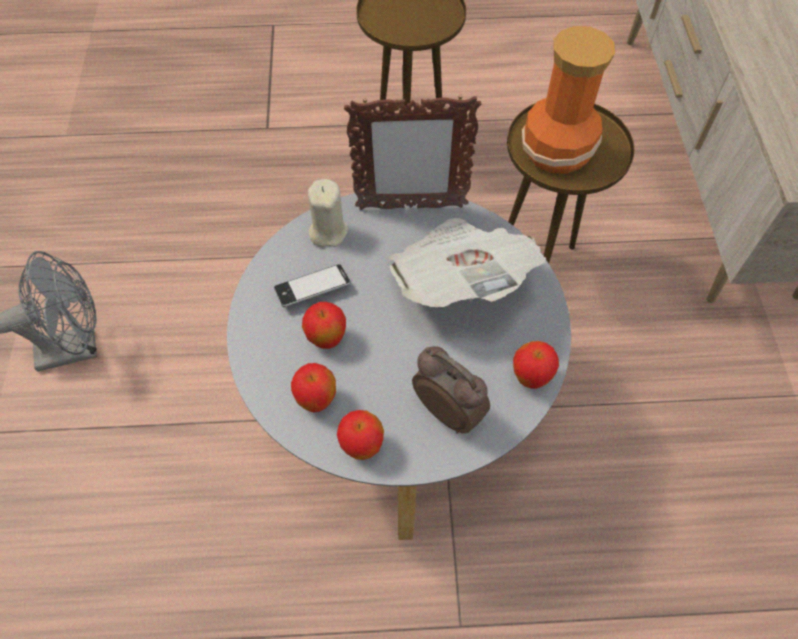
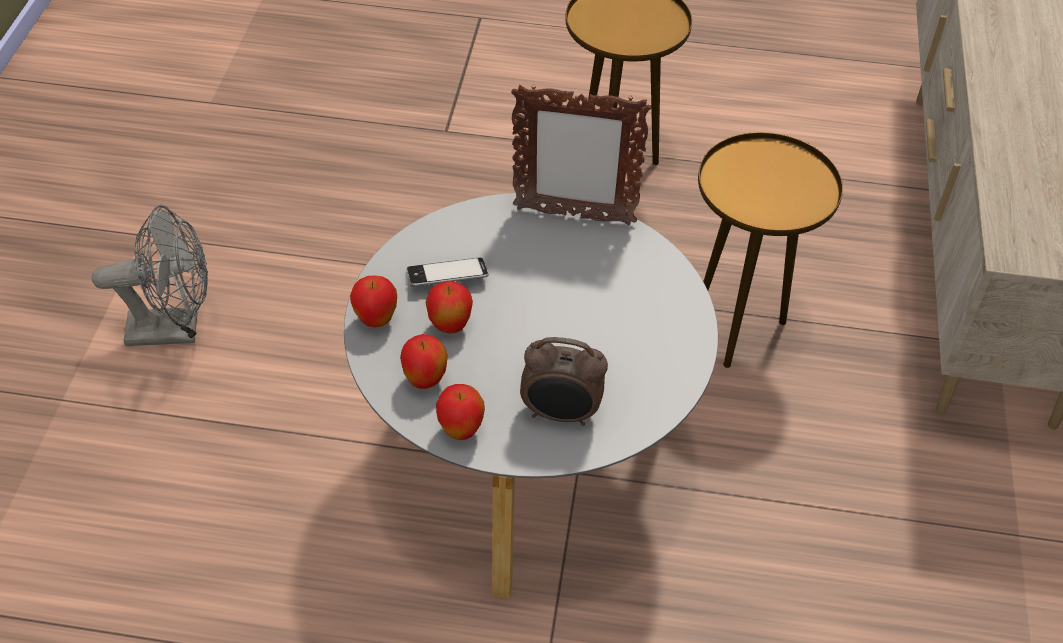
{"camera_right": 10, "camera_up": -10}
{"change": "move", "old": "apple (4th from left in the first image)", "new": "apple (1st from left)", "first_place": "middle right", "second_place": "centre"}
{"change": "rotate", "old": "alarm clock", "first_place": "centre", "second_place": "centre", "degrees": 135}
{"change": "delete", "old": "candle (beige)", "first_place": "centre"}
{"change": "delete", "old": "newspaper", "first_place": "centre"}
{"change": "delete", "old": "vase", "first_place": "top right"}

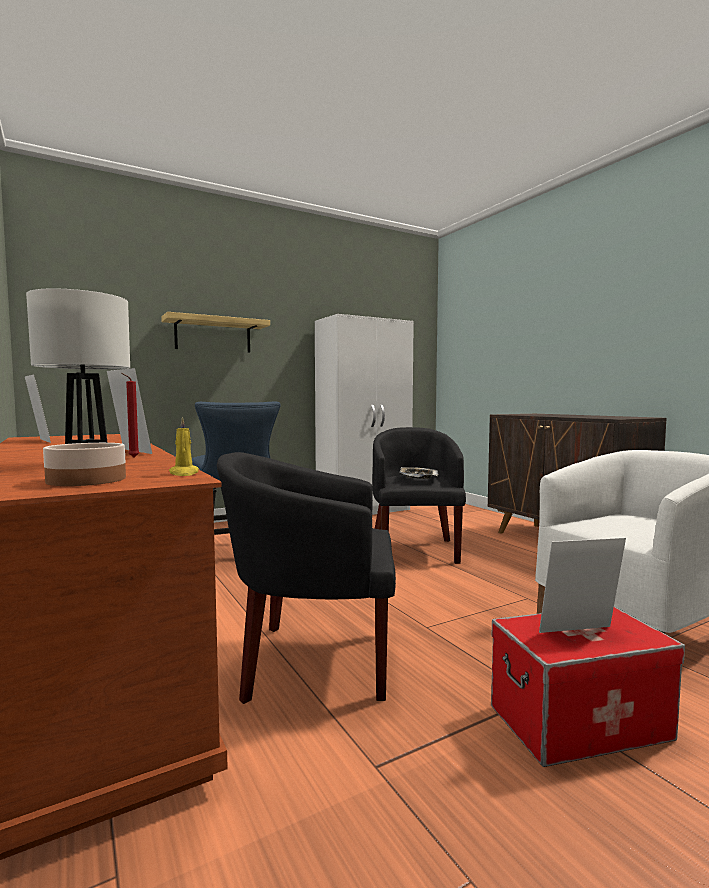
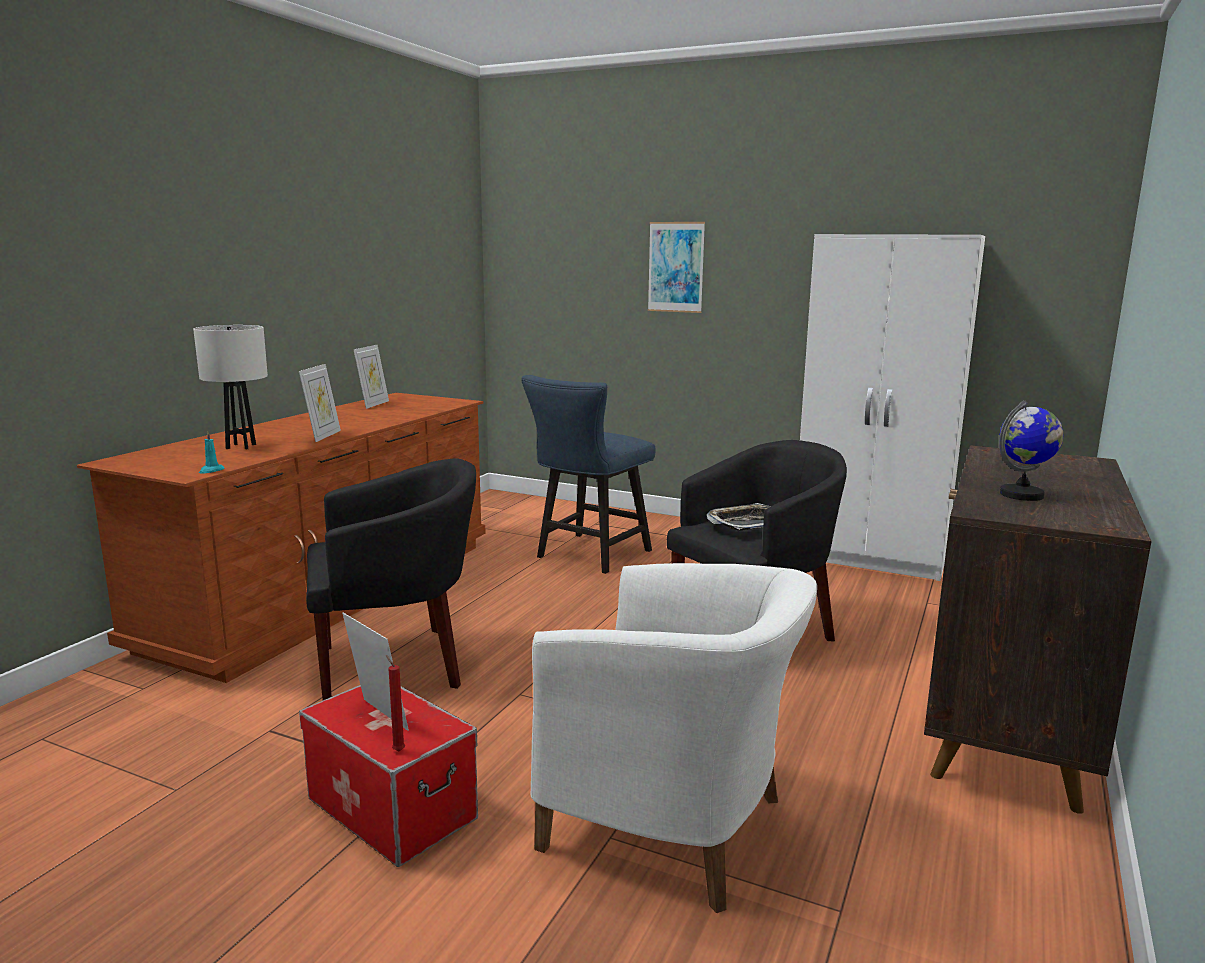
{"camera_right": 55, "camera_up": 10}
{"change": "recolor", "old": "candle (yellow)", "new": "candle (turquoise)", "first_place": "middle left", "second_place": "middle left"}
{"change": "rotate", "old": "armchair (black) (1st from left)", "first_place": "centre", "second_place": "middle left", "degrees": 105}
{"change": "move", "old": "candle (red)", "first_place": "middle left", "second_place": "bottom left"}
{"change": "replace", "old": "shelf", "new": "picture", "first_place": "middle left", "second_place": "top centre"}
{"change": "insert", "new": "globe", "second_place": "middle right"}
{"change": "delete", "old": "bowl", "first_place": "middle left"}

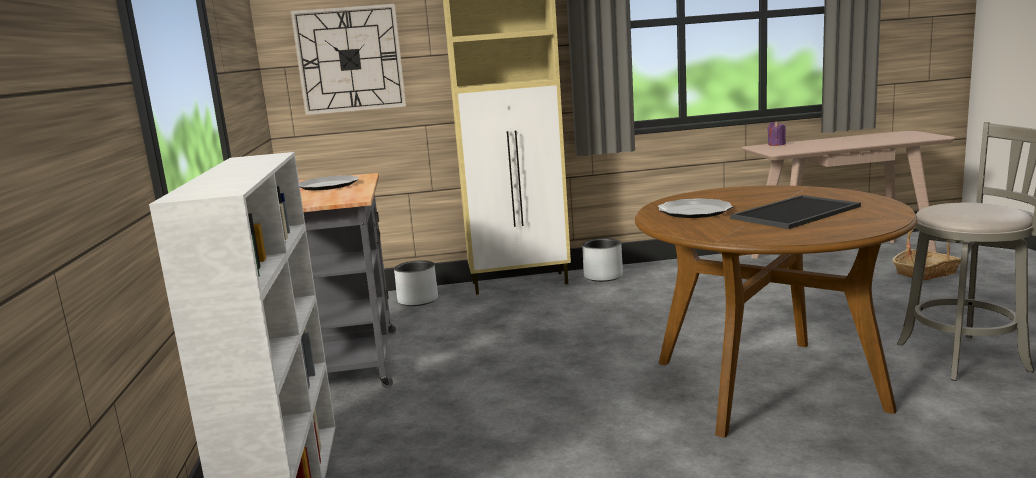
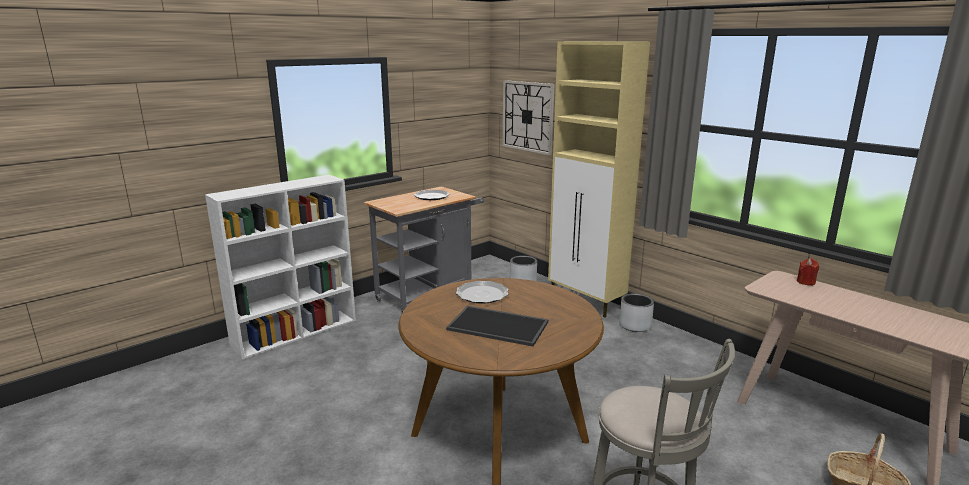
{"camera_right": 55, "camera_up": 5}
{"change": "recolor", "old": "candle (purple)", "new": "candle (red)", "first_place": "top right", "second_place": "middle right"}

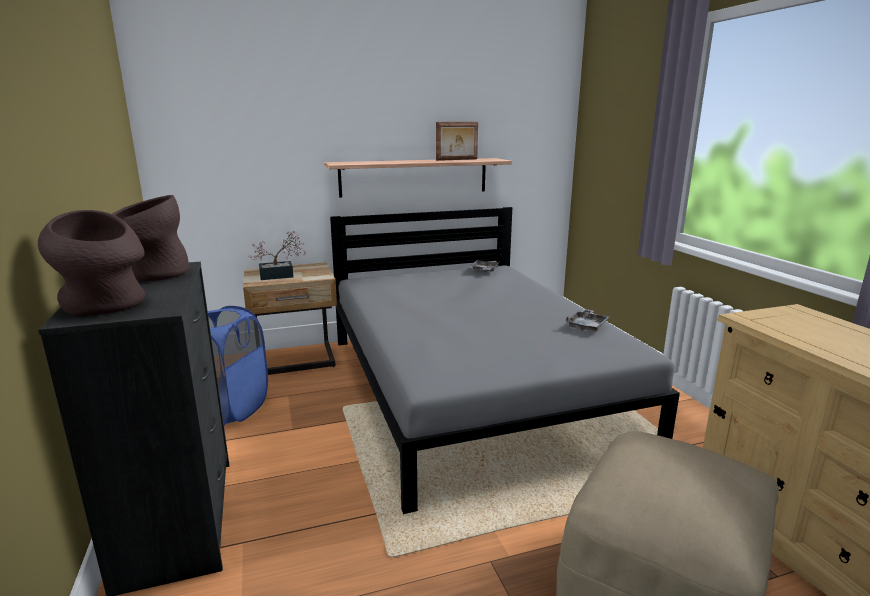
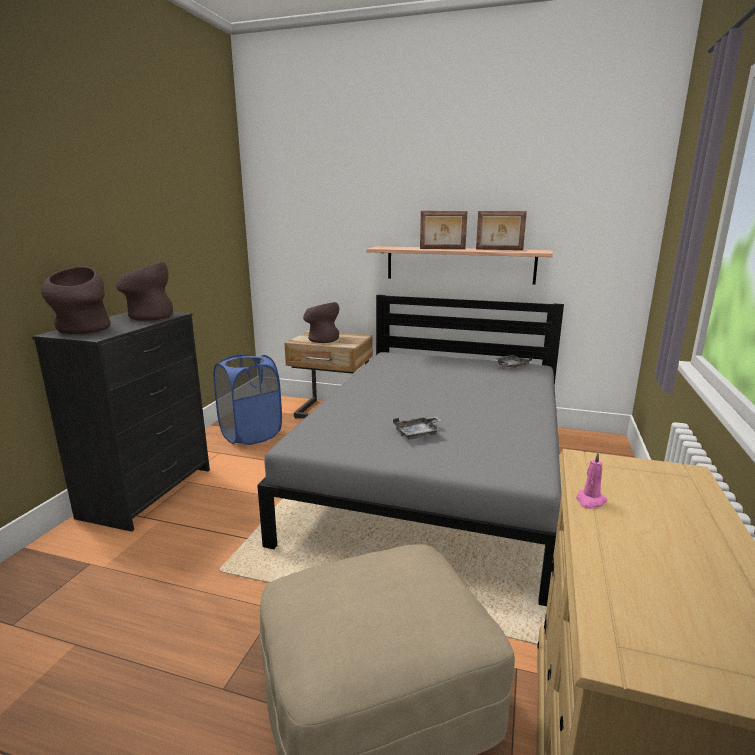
{"camera_right": 35, "camera_up": 0}
{"change": "replace", "old": "potted plant", "new": "vase (brown) (3rd from left)", "first_place": "middle left", "second_place": "centre"}
{"change": "move", "old": "tray (grey) (2nd from left in the first image)", "new": "tray (grey) (1st from left)", "first_place": "middle right", "second_place": "centre"}
{"change": "insert", "new": "picture frame (1st from left)", "second_place": "top centre"}
{"change": "insert", "new": "candle (pink)", "second_place": "middle right"}

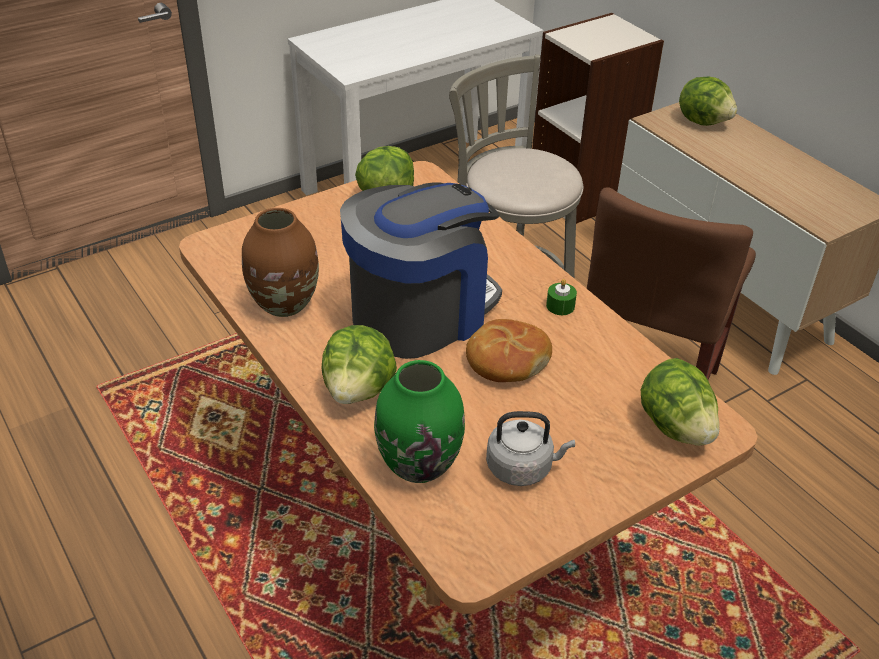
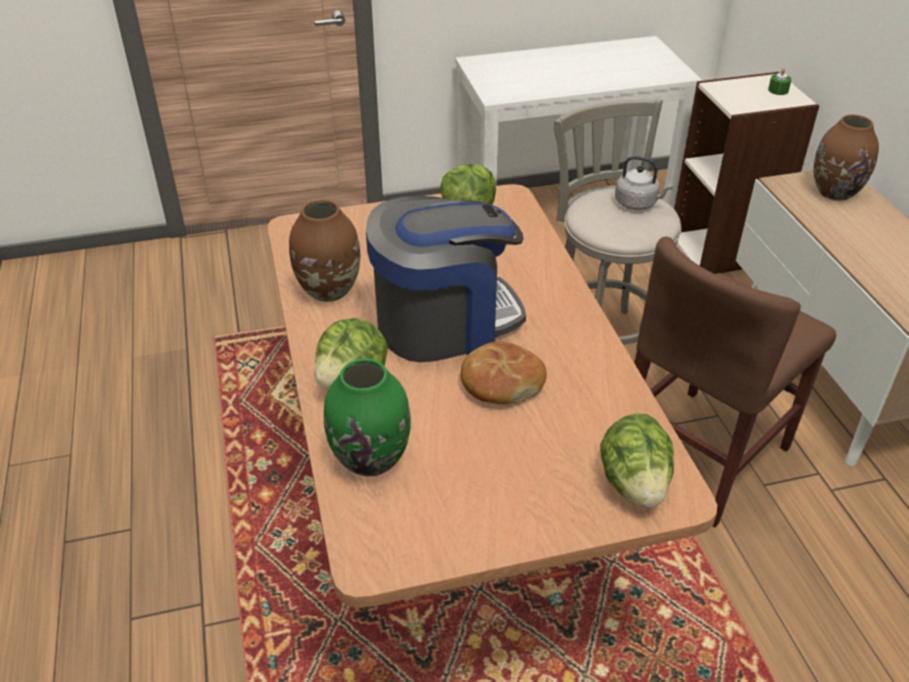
{"camera_right": 20, "camera_up": 0}
{"change": "move", "old": "kettle (grey)", "first_place": "bottom centre", "second_place": "top right"}
{"change": "move", "old": "candle (green)", "first_place": "centre", "second_place": "top right"}
{"change": "replace", "old": "lettuce (4th from left)", "new": "vase (brown) (2nd from left)", "first_place": "top right", "second_place": "top right"}

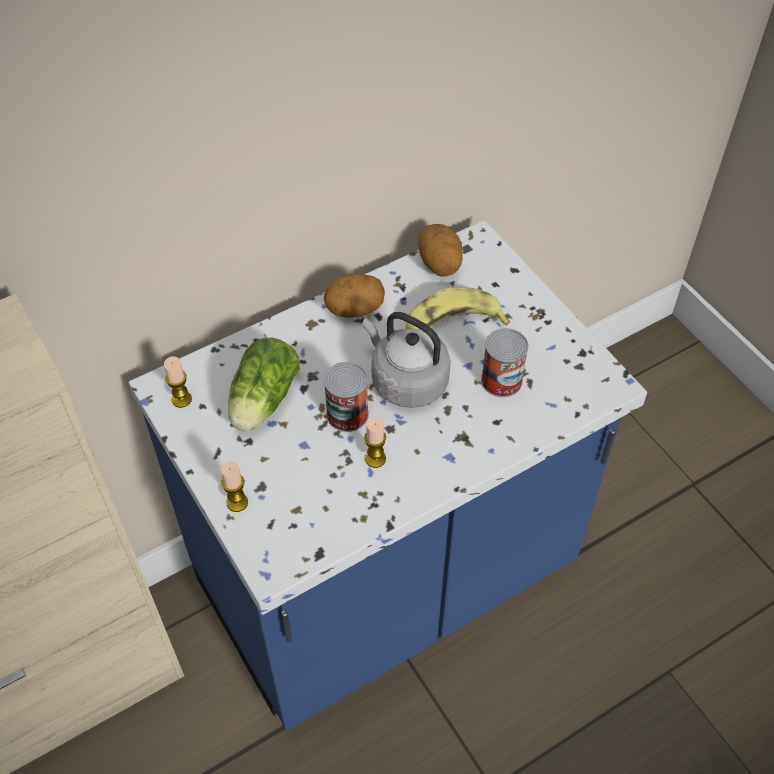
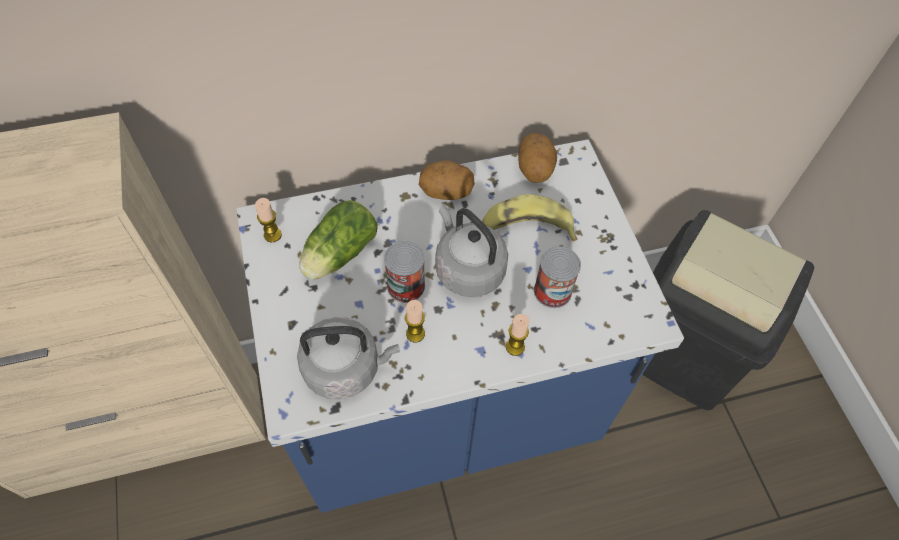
{"camera_right": 15, "camera_up": 5}
{"change": "insert", "new": "kettle (grey) (1st from left)", "second_place": "centre"}
{"change": "move", "old": "candle (2nd from left in the first image)", "new": "candle (3rd from left)", "first_place": "middle left", "second_place": "centre"}
{"change": "insert", "new": "trash can (black)", "second_place": "middle right"}

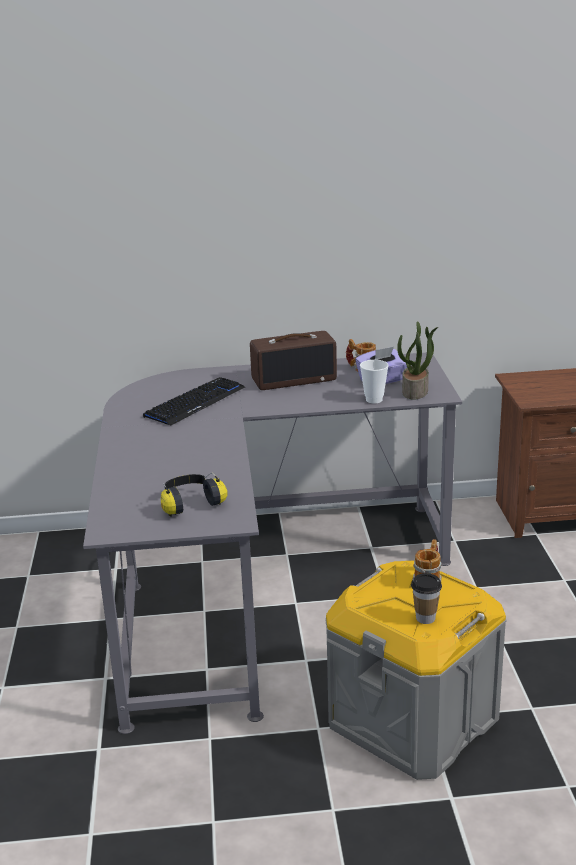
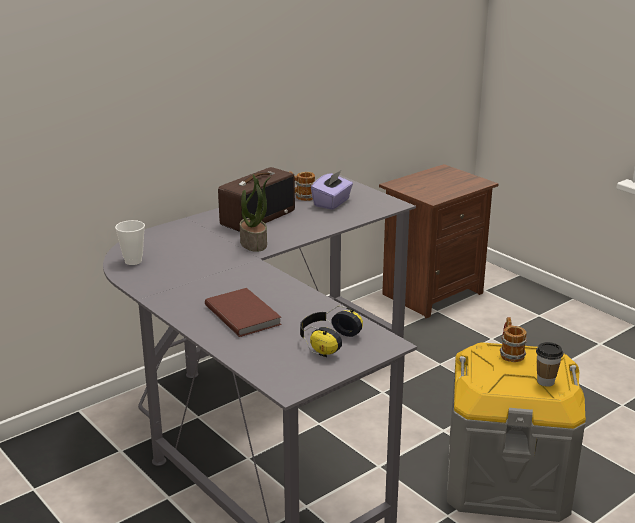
{"camera_right": -35, "camera_up": 0}
{"change": "move", "old": "cup (1st from left)", "first_place": "centre", "second_place": "middle left"}
{"change": "insert", "new": "book (brown)", "second_place": "centre"}
{"change": "move", "old": "potted plant", "first_place": "middle right", "second_place": "centre"}
{"change": "delete", "old": "keyboard", "first_place": "centre"}

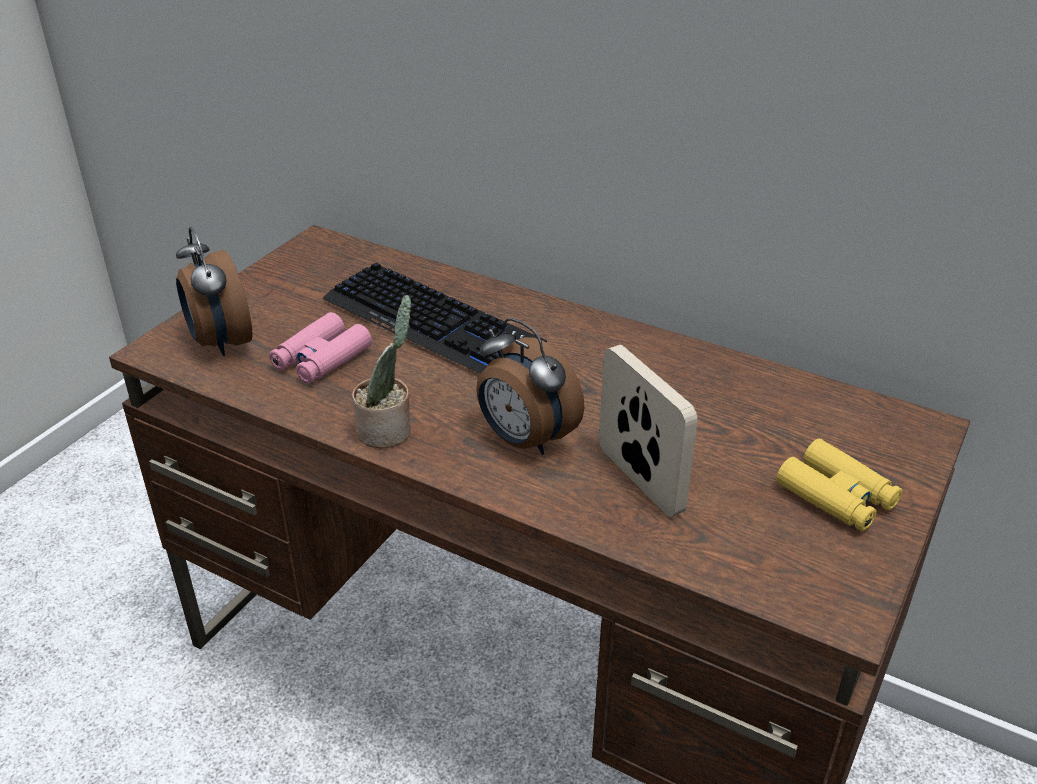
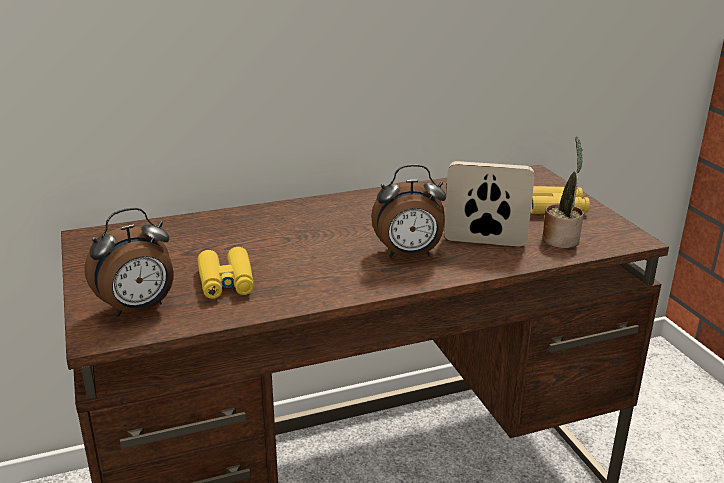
{"camera_right": -50, "camera_up": -10}
{"change": "rotate", "old": "alarm clock (1st from left)", "first_place": "middle left", "second_place": "middle left", "degrees": -45}
{"change": "recolor", "old": "binoculars (pink)", "new": "binoculars (yellow) (1st from left)", "first_place": "middle left", "second_place": "middle left"}
{"change": "move", "old": "potted plant", "first_place": "centre", "second_place": "middle right"}
{"change": "delete", "old": "keyboard", "first_place": "centre"}

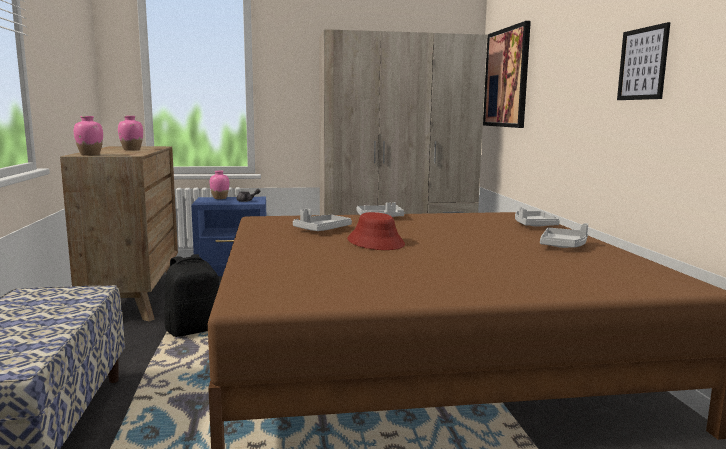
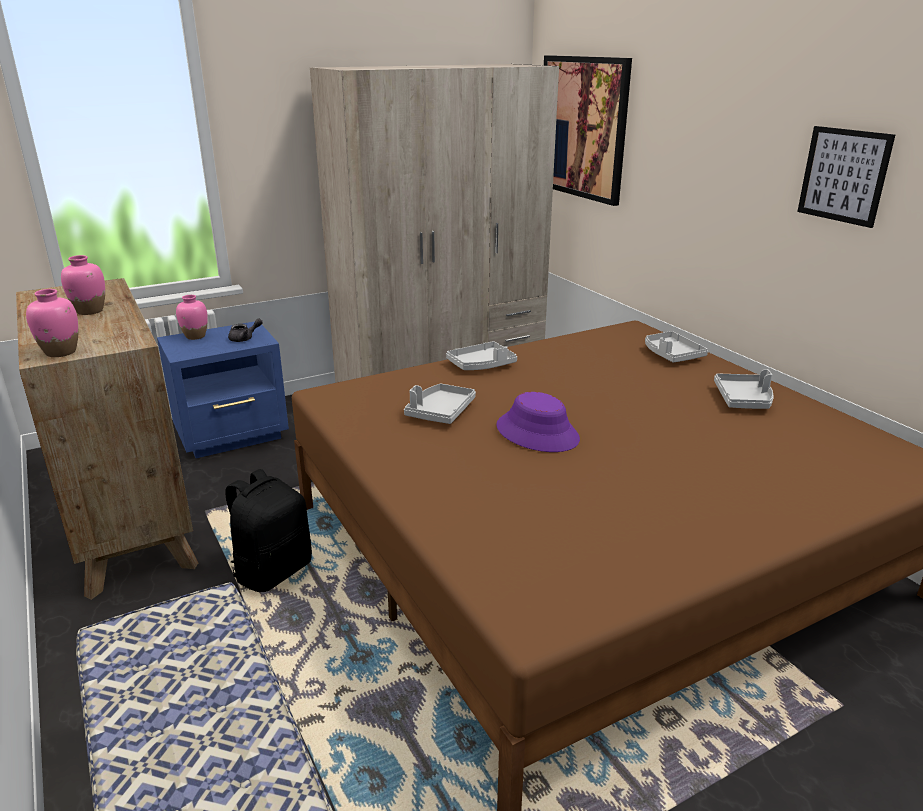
{"camera_right": -20, "camera_up": 15}
{"change": "recolor", "old": "hat (red)", "new": "hat (purple)", "first_place": "centre", "second_place": "centre"}

